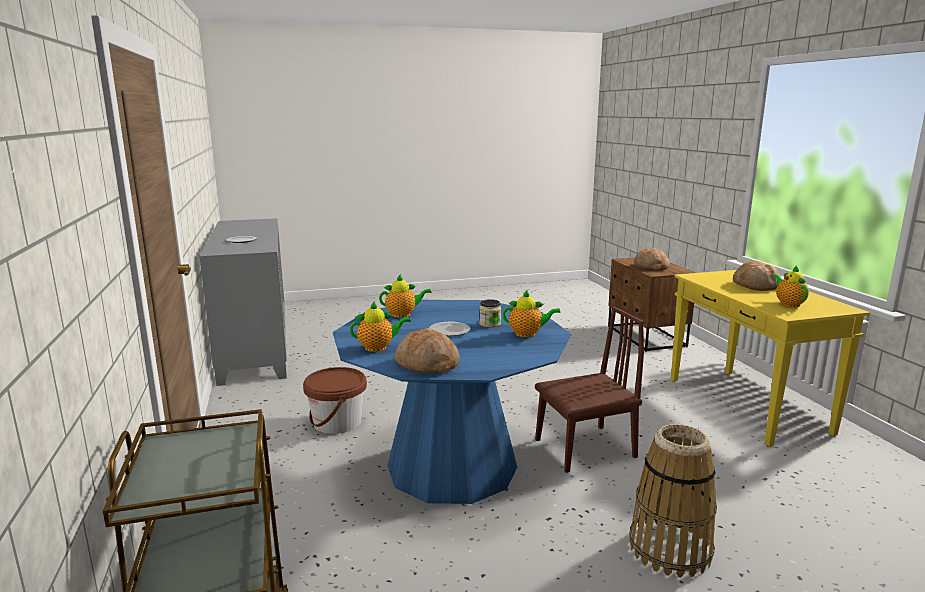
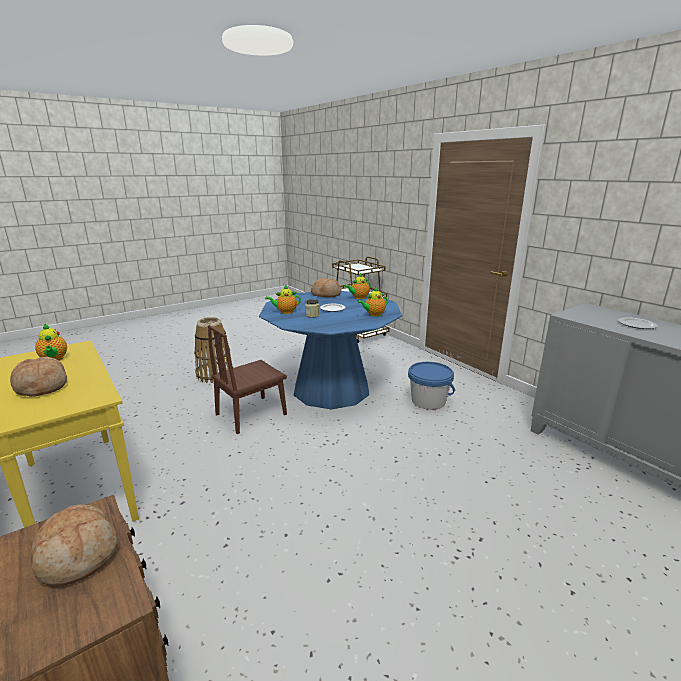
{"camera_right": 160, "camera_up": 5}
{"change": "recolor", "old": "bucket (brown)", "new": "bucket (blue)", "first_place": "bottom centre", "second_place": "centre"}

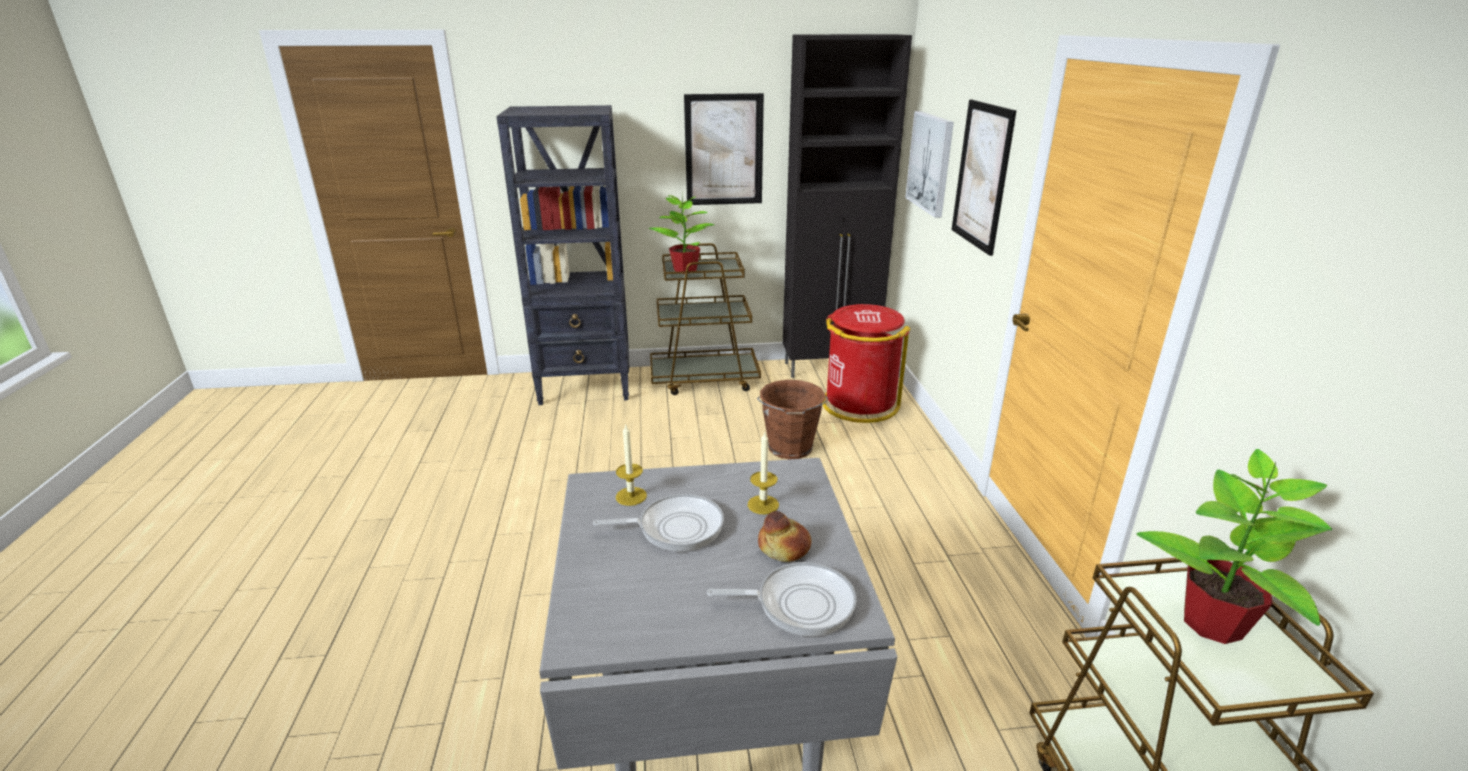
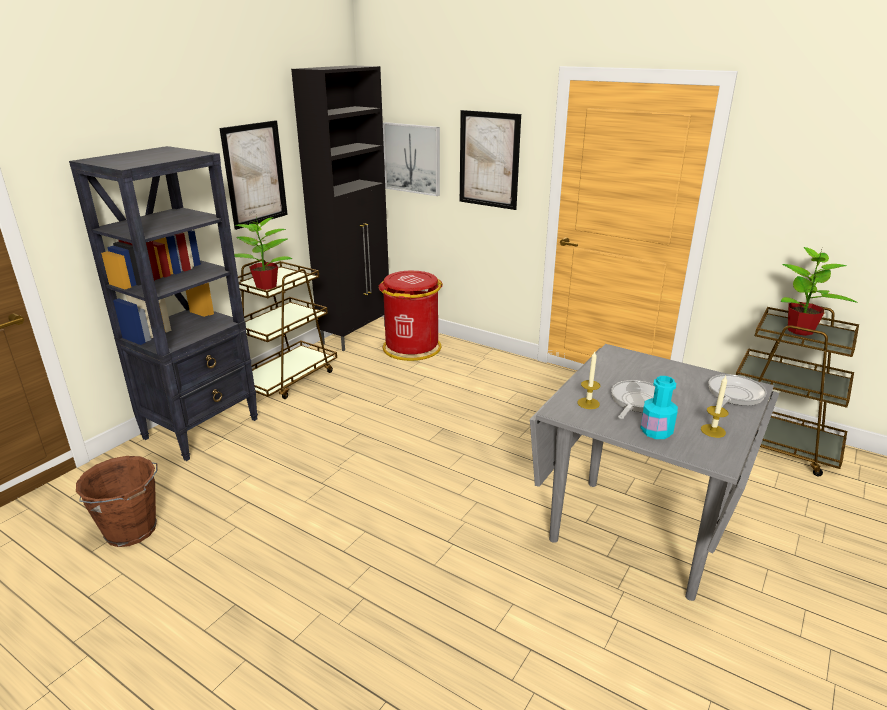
{"camera_right": -50, "camera_up": 0}
{"change": "move", "old": "bucket (brown)", "first_place": "centre", "second_place": "bottom left"}
{"change": "insert", "new": "bottle (turquoise)", "second_place": "middle right"}
{"change": "move", "old": "candle (2nd from left)", "first_place": "centre", "second_place": "middle right"}
{"change": "delete", "old": "bread", "first_place": "bottom centre"}

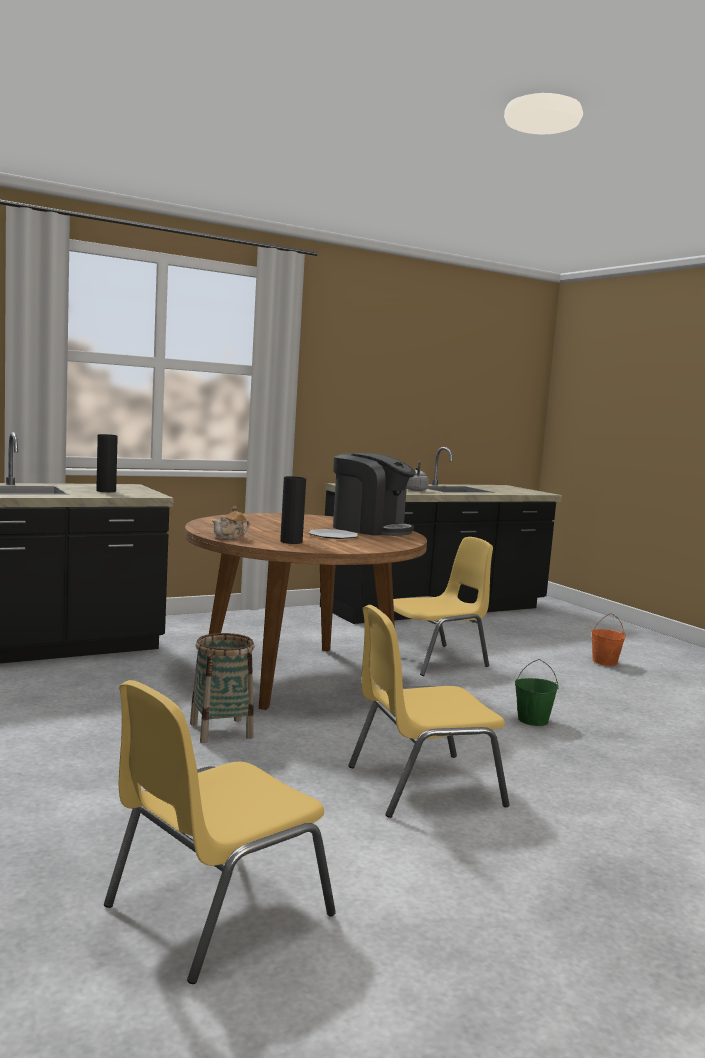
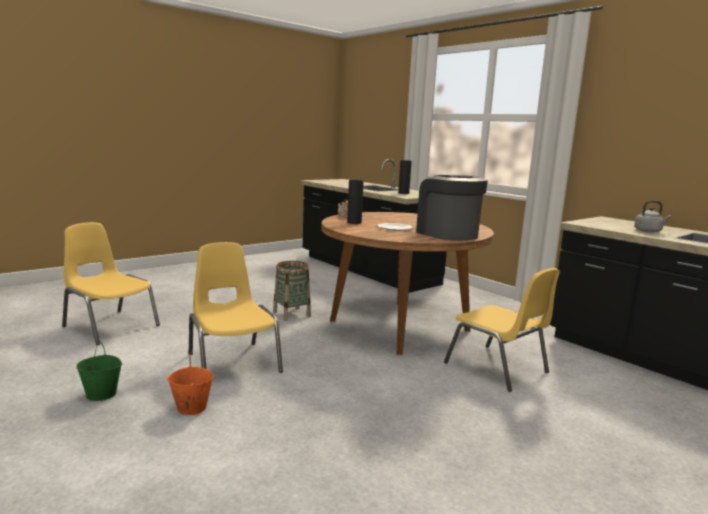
{"camera_right": 80, "camera_up": 5}
{"change": "move", "old": "bucket (green)", "first_place": "middle right", "second_place": "bottom left"}
{"change": "move", "old": "bucket (orange)", "first_place": "middle right", "second_place": "bottom left"}
{"change": "rotate", "old": "coffee machine", "first_place": "centre", "second_place": "centre", "degrees": 135}

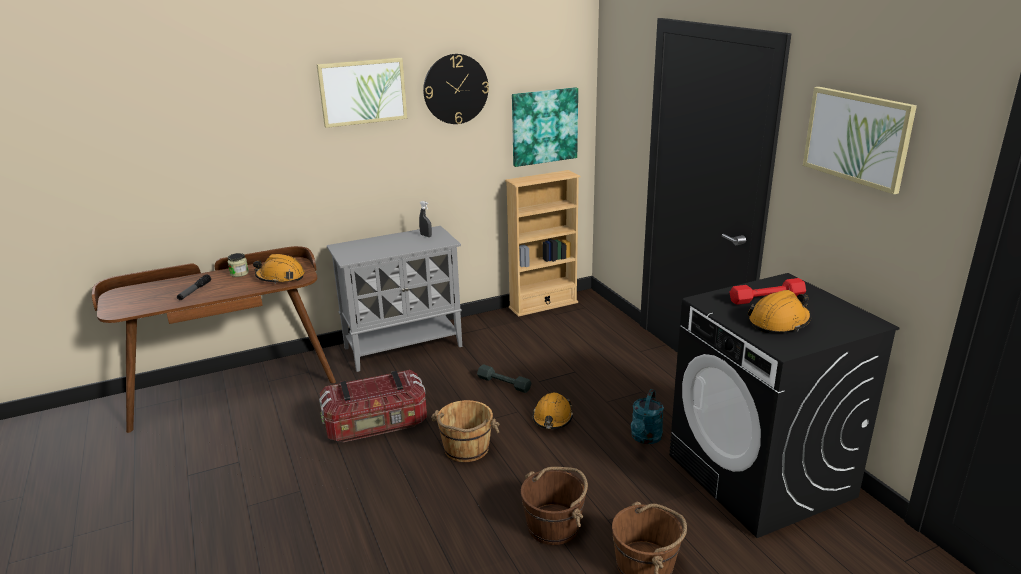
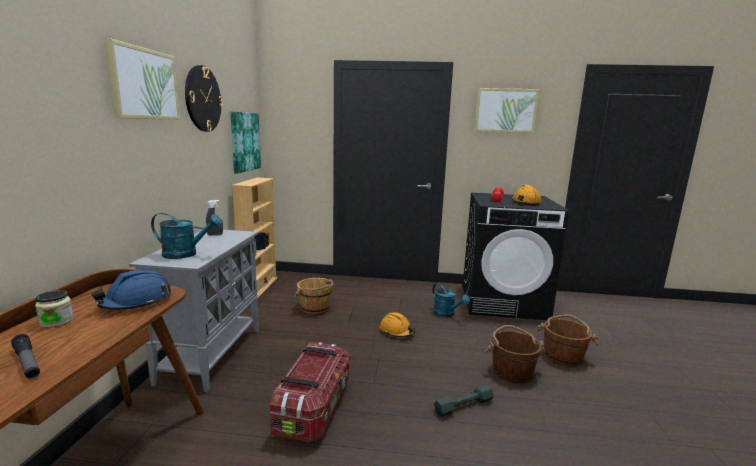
{"camera_right": -60, "camera_up": -10}
{"change": "recolor", "old": "hard hat (orange) (1st from left)", "new": "hard hat (blue)", "first_place": "middle left", "second_place": "middle left"}
{"change": "insert", "new": "watering can (turquoise) (1st from left)", "second_place": "middle left"}
{"change": "move", "old": "bucket (brown) (1st from left)", "first_place": "bottom centre", "second_place": "centre"}
{"change": "move", "old": "dumbbell (grey)", "first_place": "centre", "second_place": "bottom centre"}

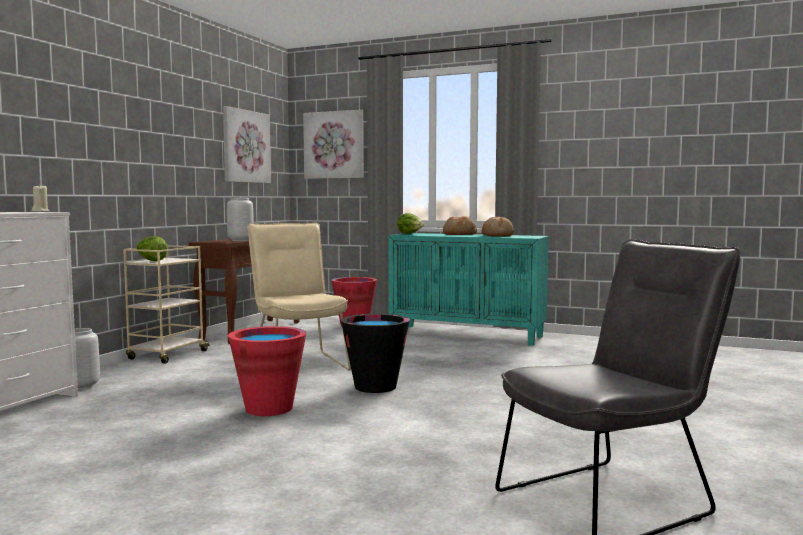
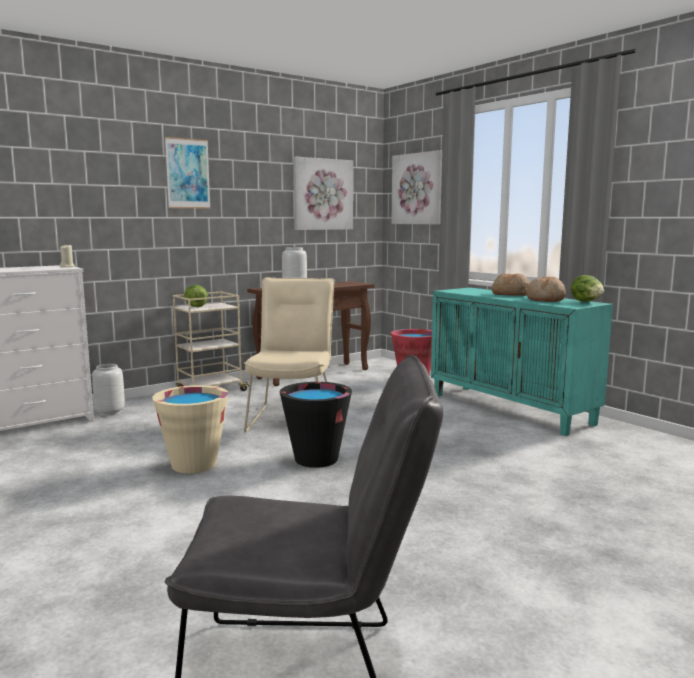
{"camera_right": 30, "camera_up": 5}
{"change": "recolor", "old": "bucket (red) (1st from left)", "new": "bucket (beige)", "first_place": "bottom left", "second_place": "middle left"}
{"change": "insert", "new": "picture (1st from left)", "second_place": "top left"}
{"change": "move", "old": "lettuce (2nd from left)", "first_place": "centre", "second_place": "middle right"}

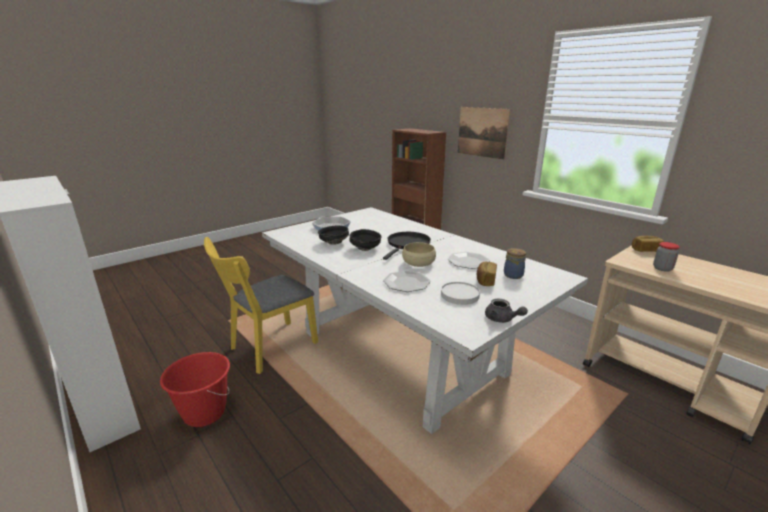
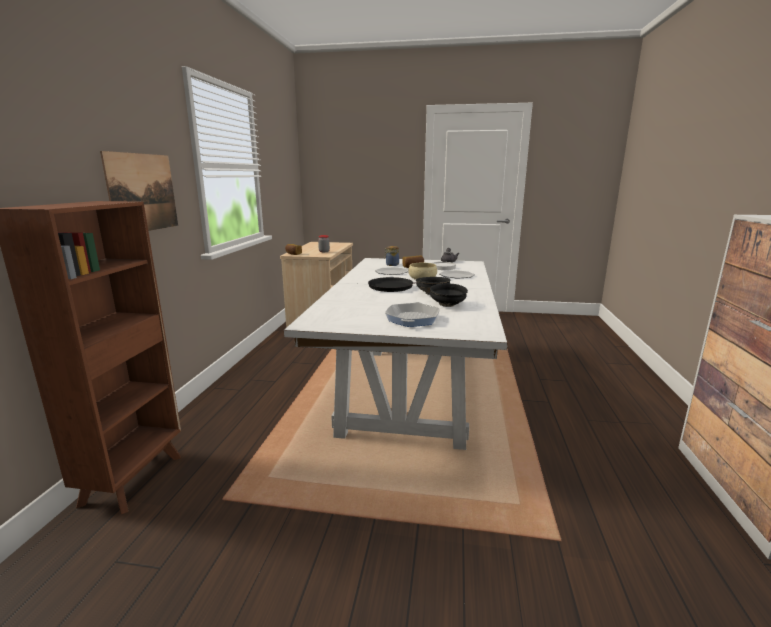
{"camera_right": -130, "camera_up": -5}
{"change": "delete", "old": "bucket (red)", "first_place": "bottom left"}
{"change": "delete", "old": "chair (yellow)", "first_place": "centre"}

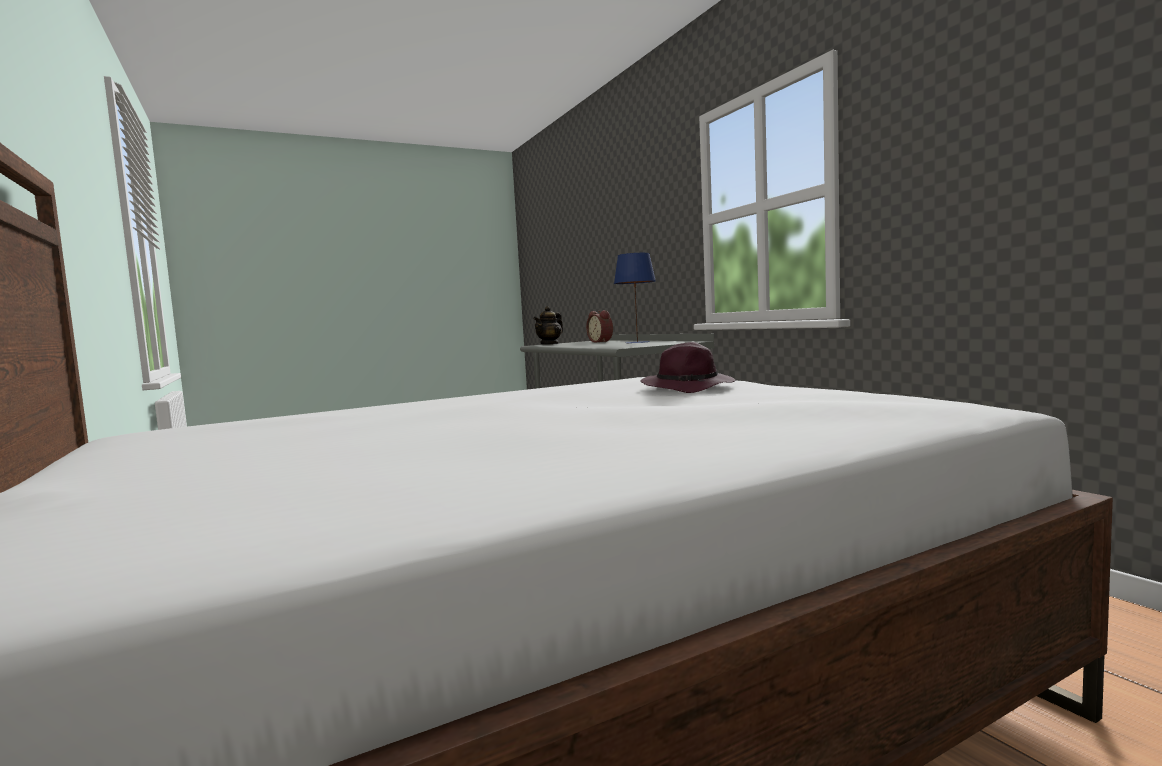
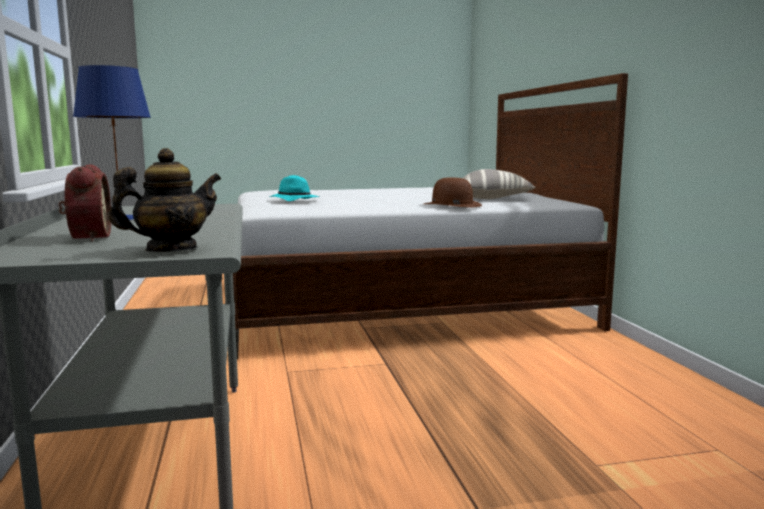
{"camera_right": -165, "camera_up": 5}
{"change": "recolor", "old": "hat (purple)", "new": "hat (turquoise)", "first_place": "centre", "second_place": "centre"}
{"change": "insert", "new": "hat (brown)", "second_place": "centre"}
{"change": "insert", "new": "pillow", "second_place": "centre"}

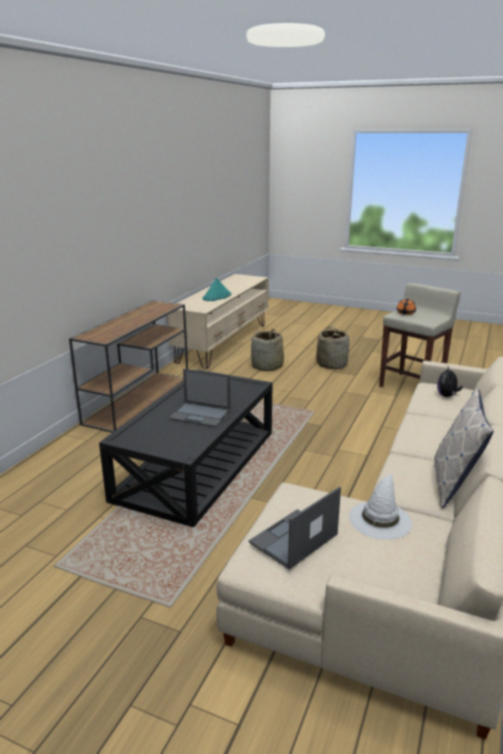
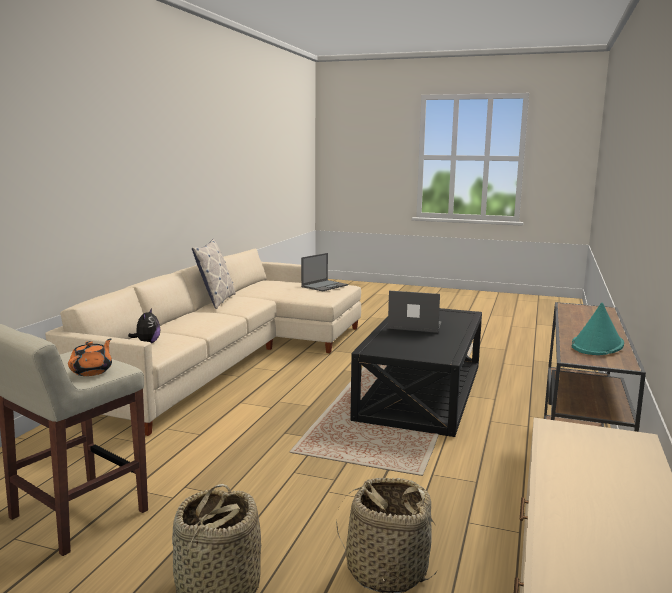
{"camera_right": 175, "camera_up": -10}
{"change": "move", "old": "hat (turquoise)", "first_place": "centre", "second_place": "middle right"}
{"change": "delete", "old": "hat (white)", "first_place": "bottom right"}

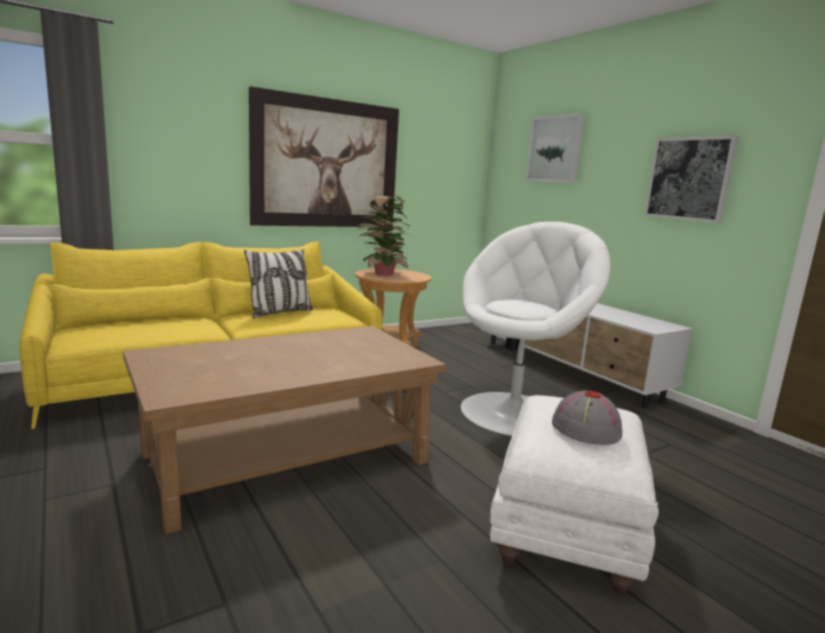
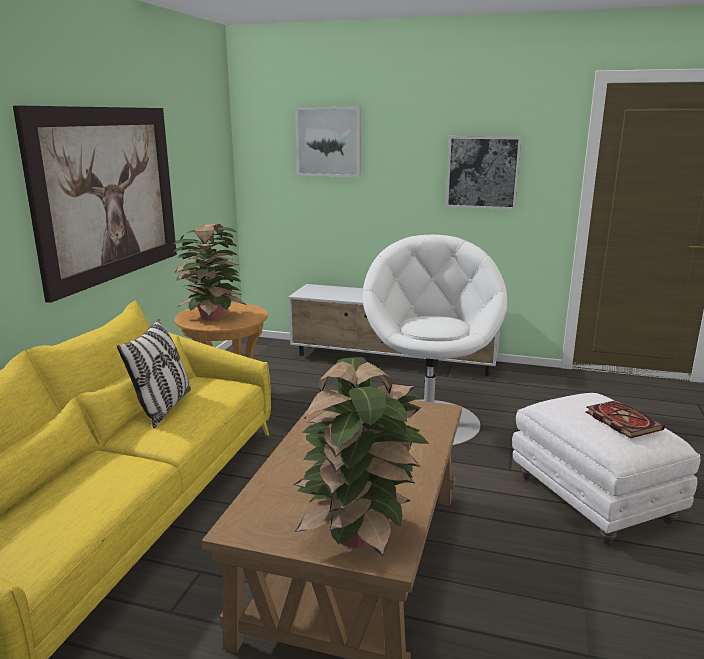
{"camera_right": -40, "camera_up": 5}
{"change": "insert", "new": "potted plant (2nd from left)", "second_place": "bottom centre"}
{"change": "replace", "old": "hat (grey)", "new": "book", "first_place": "middle right", "second_place": "middle right"}

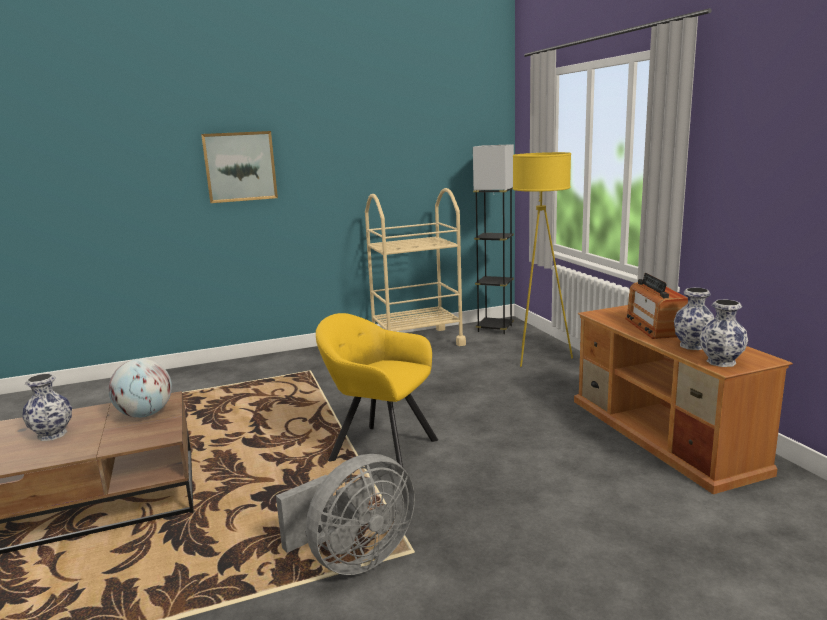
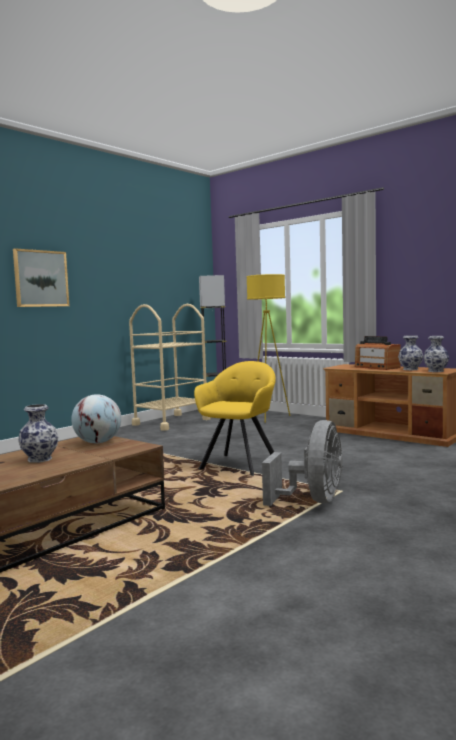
{"camera_right": -30, "camera_up": -10}
{"change": "rotate", "old": "armchair (yellow)", "first_place": "centre", "second_place": "centre", "degrees": 120}

